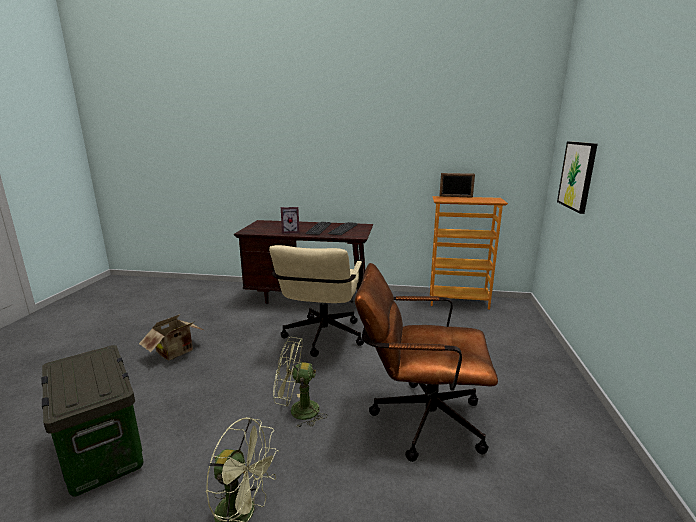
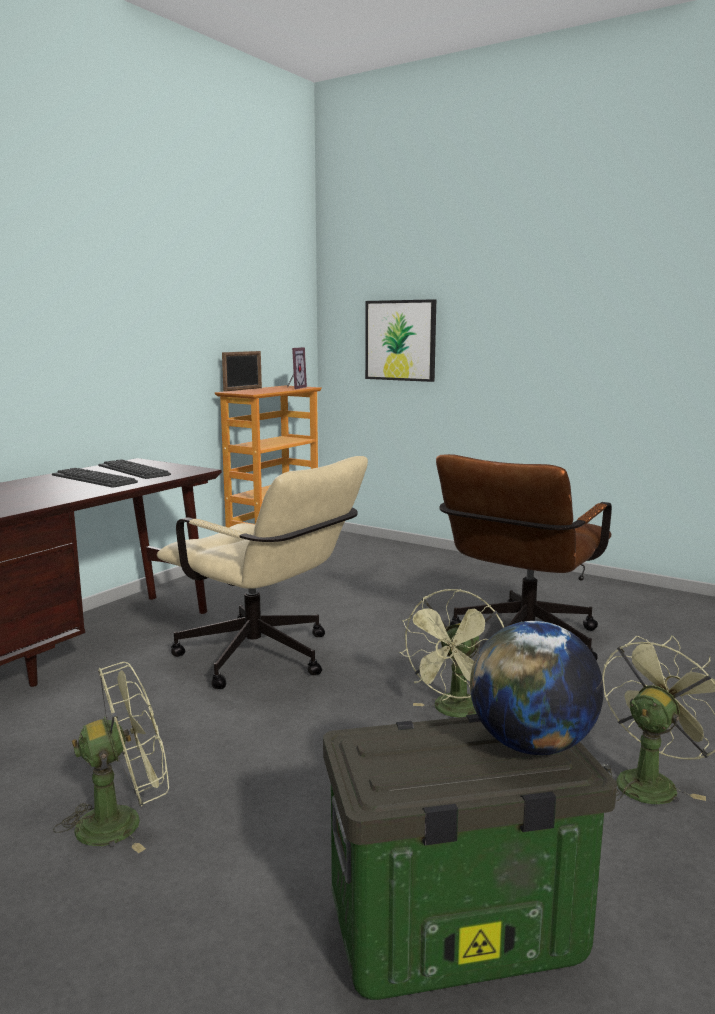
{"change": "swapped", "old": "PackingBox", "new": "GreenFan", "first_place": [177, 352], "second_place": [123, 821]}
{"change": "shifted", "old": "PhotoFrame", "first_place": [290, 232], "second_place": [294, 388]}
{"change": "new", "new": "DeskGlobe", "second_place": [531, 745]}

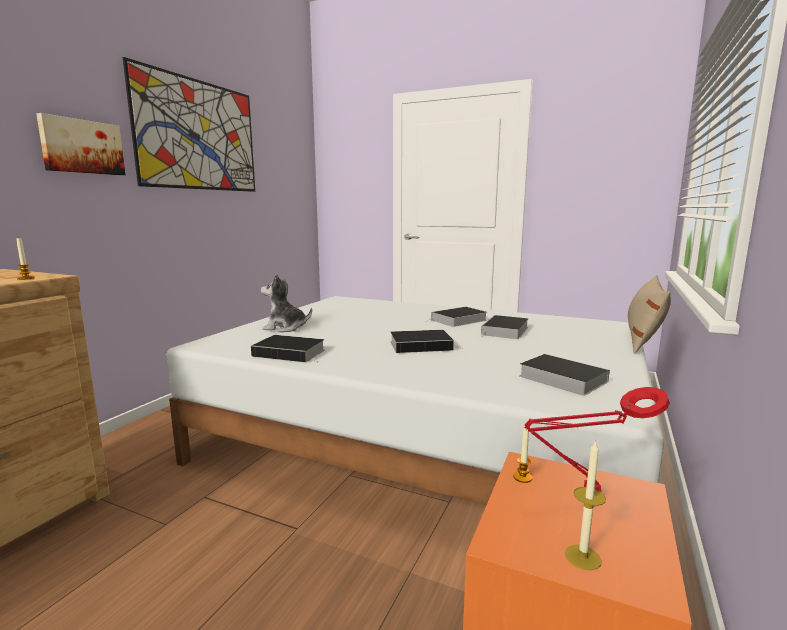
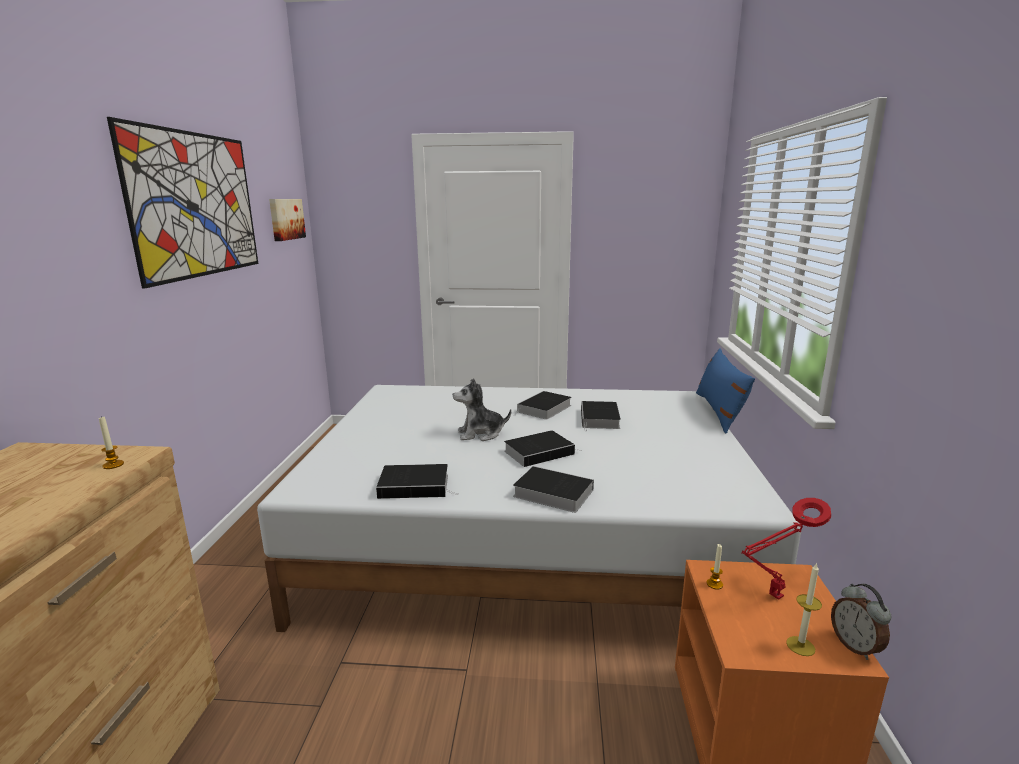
{"change": "shifted", "old": "Picture", "first_place": [82, 147], "second_place": [285, 219]}
{"change": "shifted", "old": "SoftToy", "first_place": [285, 328], "second_place": [480, 434]}
{"change": "shifted", "old": "BoundBook", "first_place": [559, 378], "second_place": [550, 493]}
{"change": "repainted", "old": "SandColouredThrowPillow", "new": "BlueColouredThrowPillow", "first_place": [643, 338], "second_place": [719, 412]}
{"change": "new", "new": "TableClock", "second_place": [855, 646]}

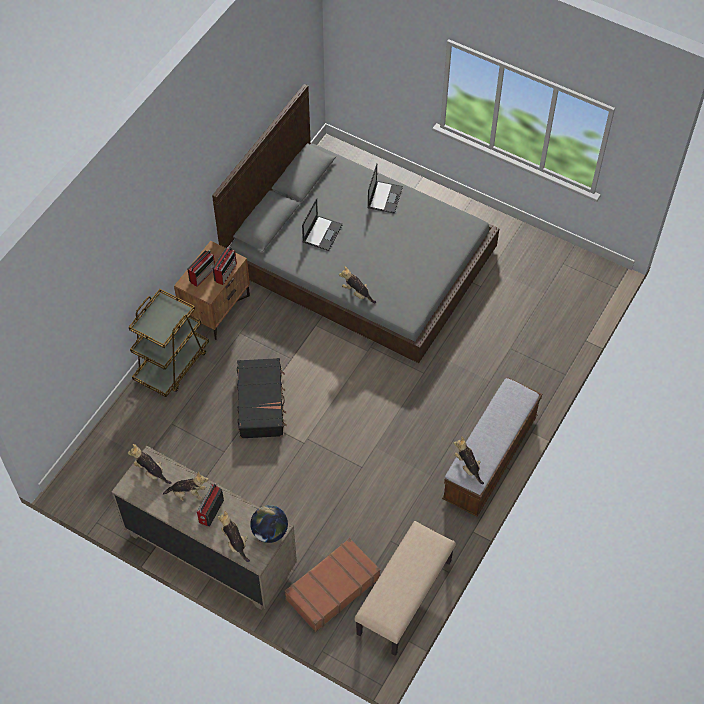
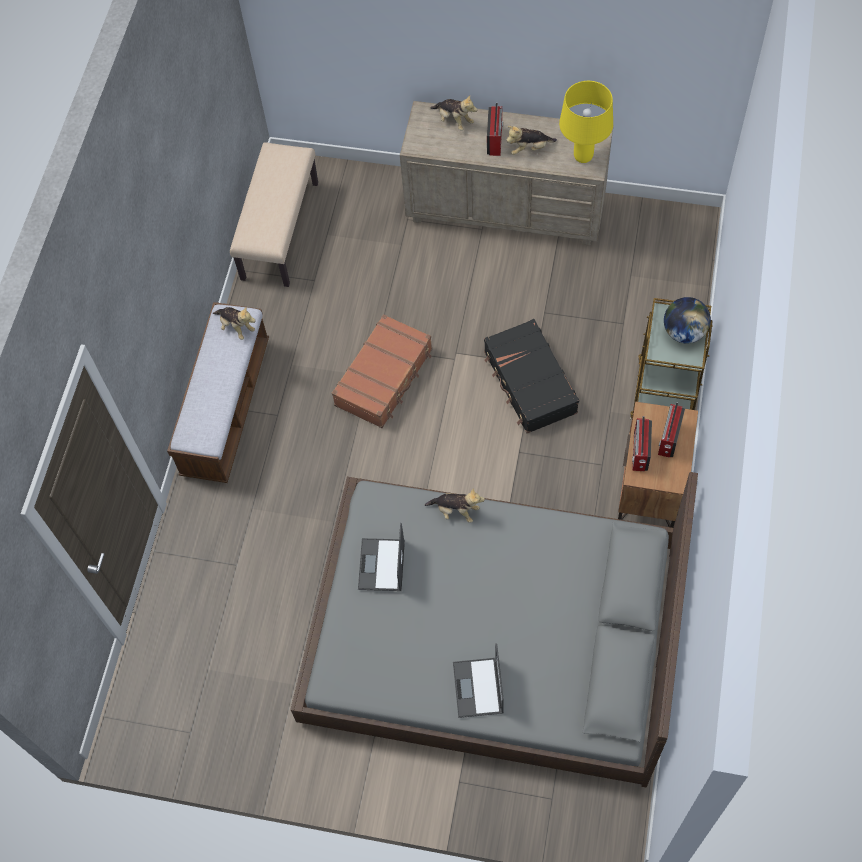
{"change": "swapped", "old": "SoftToy", "new": "YellowTabletopLamp", "first_place": [151, 471], "second_place": [582, 157]}
{"change": "shifted", "old": "DeskGlobe", "first_place": [270, 531], "second_place": [684, 332]}
{"change": "shifted", "old": "BrownishPieceOfLuggage", "first_place": [332, 588], "second_place": [384, 377]}
{"change": "shifted", "old": "PortableComputer", "first_place": [322, 233], "second_place": [381, 566]}

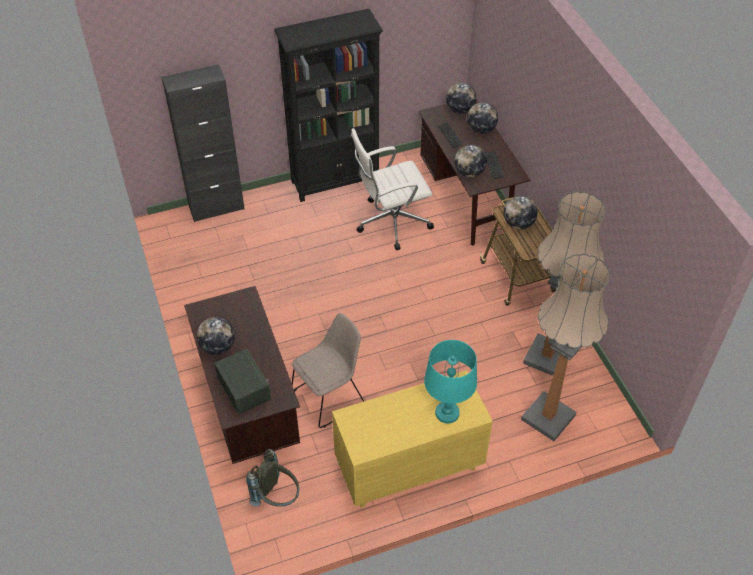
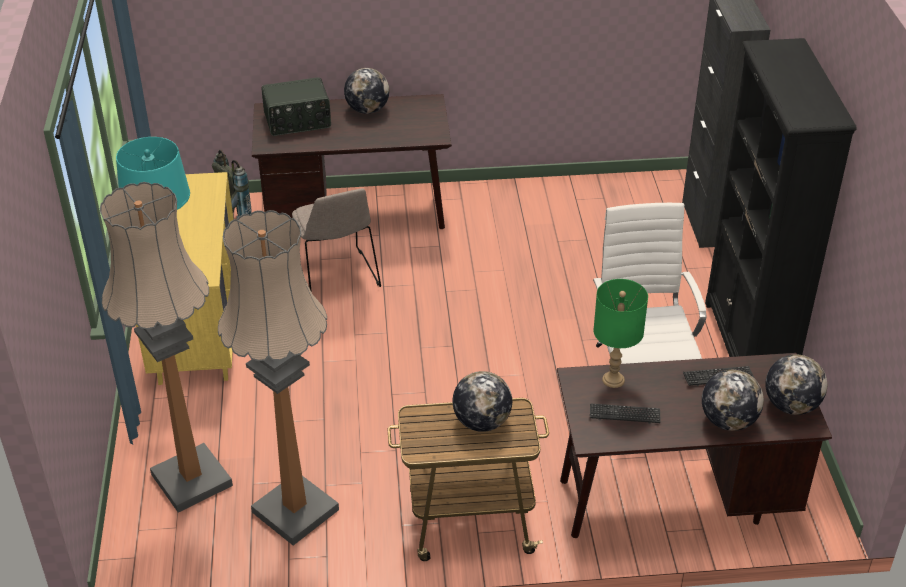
{"change": "swapped", "old": "DeskGlobe", "new": "GreenTabletopLamp", "first_place": [469, 173], "second_place": [613, 379]}

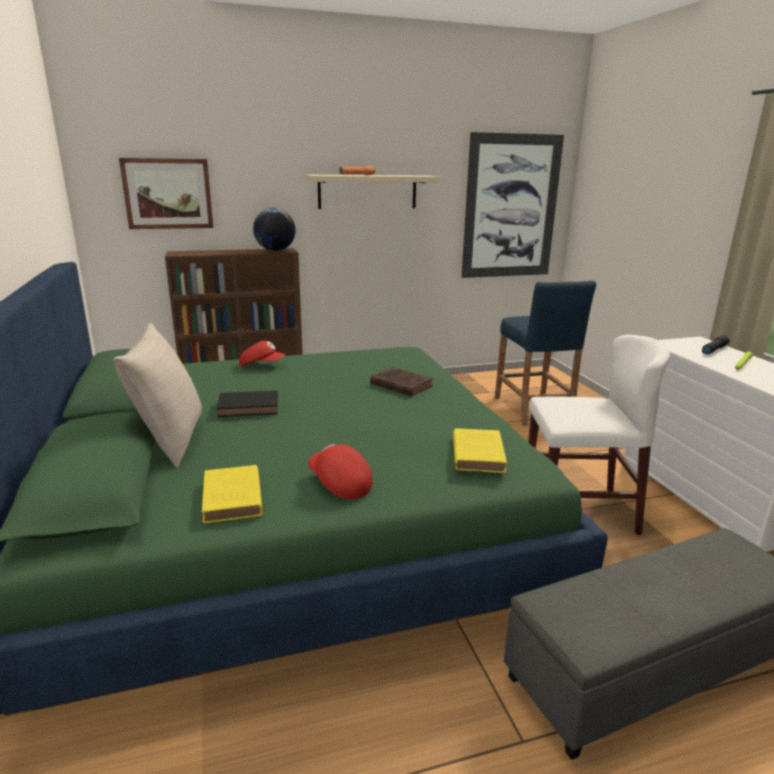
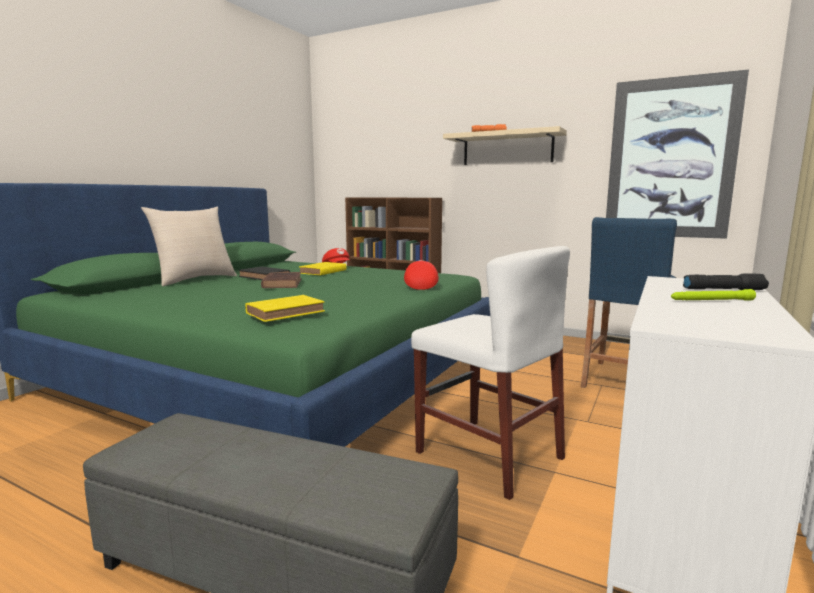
{"change": "gone", "old": "Picture", "first_place": [168, 193]}
{"change": "shifted", "old": "YellowBoundBook", "first_place": [232, 499], "second_place": [322, 272]}
{"change": "gone", "old": "DeskGlobe", "first_place": [275, 250]}
{"change": "shifted", "old": "ReddishBaseballCap", "first_place": [339, 484], "second_place": [420, 286]}
{"change": "shifted", "old": "BrownishBoundBook", "first_place": [400, 385], "second_place": [282, 283]}

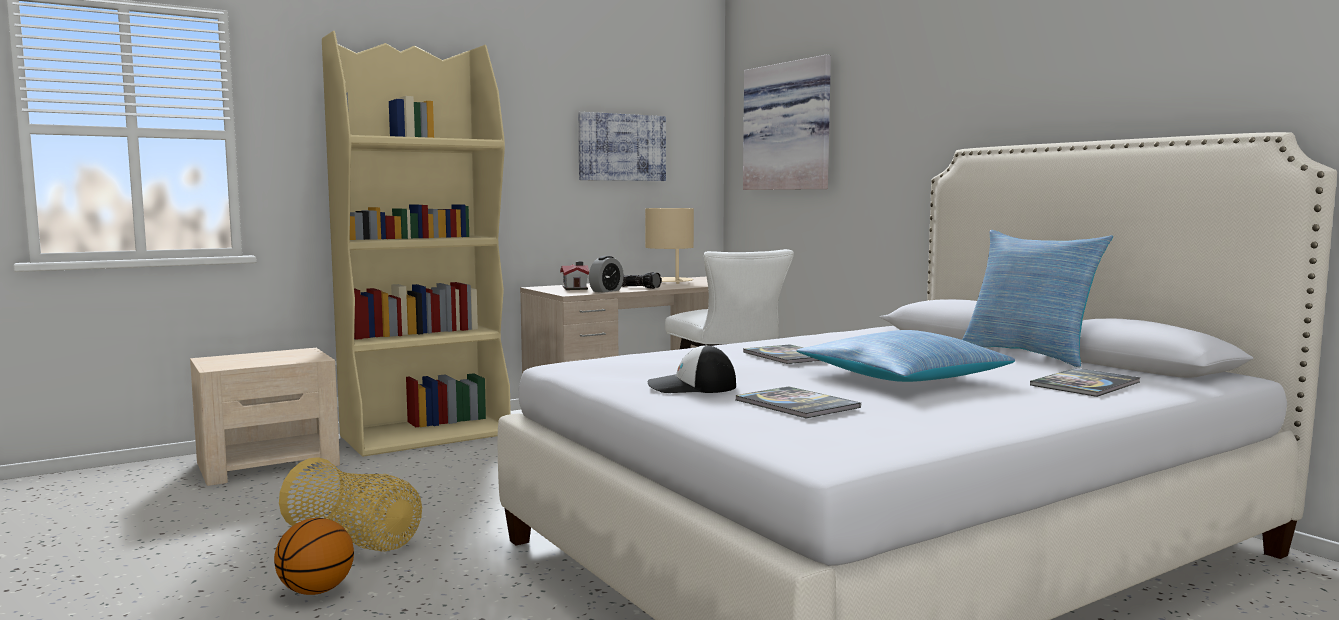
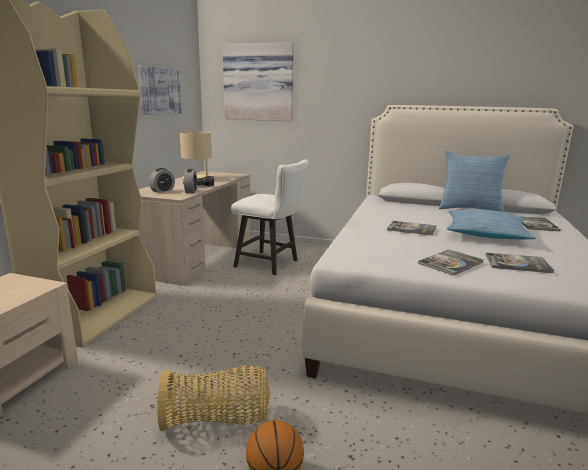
{"change": "swapped", "old": "ModelHouse", "new": "TableClock", "first_place": [576, 288], "second_place": [162, 191]}
{"change": "swapped", "old": "BaseballCap", "new": "BoundBook", "first_place": [691, 387], "second_place": [450, 263]}

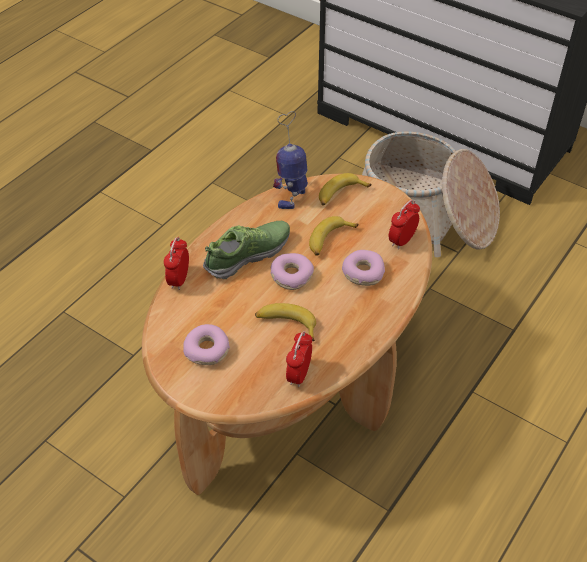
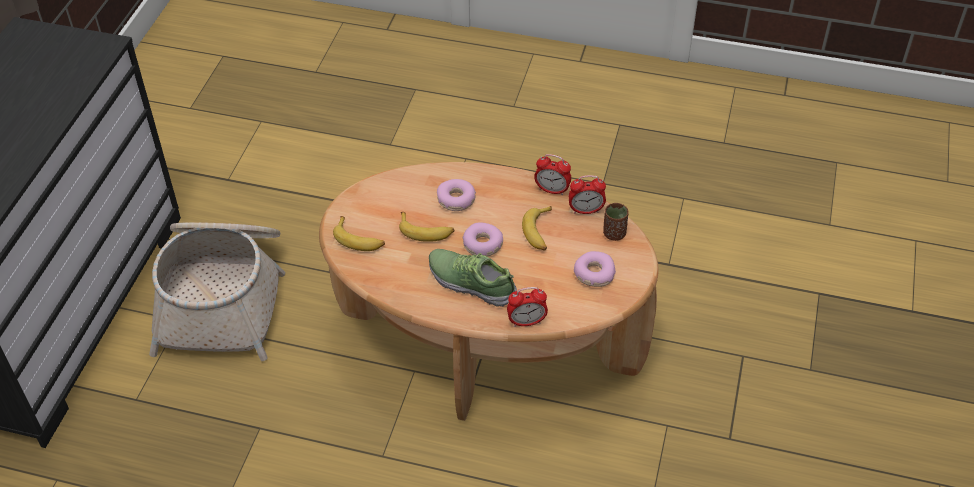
{"change": "gone", "old": "ModelRobot", "first_place": [292, 196]}
{"change": "shifted", "old": "TableClock", "first_place": [402, 240], "second_place": [552, 190]}
{"change": "new", "new": "BrownishDrinkingCup", "second_place": [614, 233]}

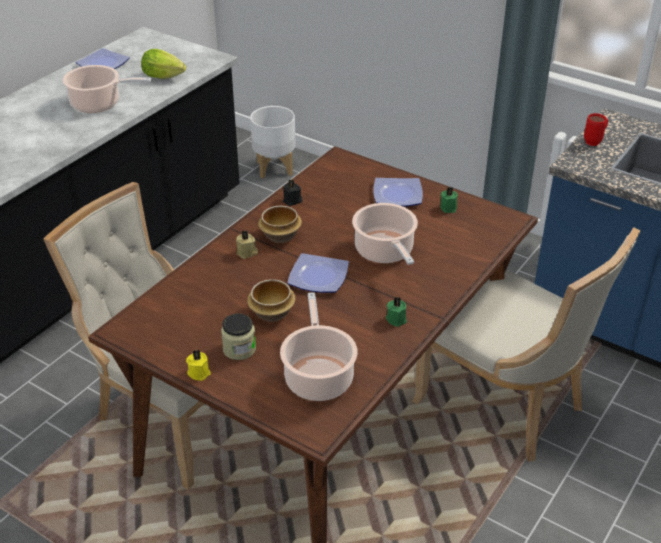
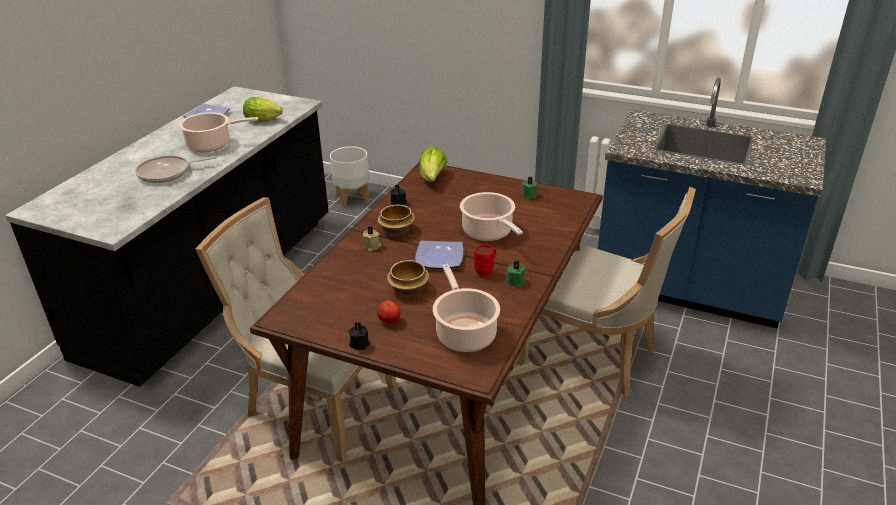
{"change": "repainted", "old": "YellowWaxLight", "new": "BlackWaxLight", "first_place": [199, 372], "second_place": [359, 343]}
{"change": "swapped", "old": "StorageJar", "new": "FreshTomato", "first_place": [239, 349], "second_place": [389, 321]}
{"change": "gone", "old": "FlatDish", "first_place": [396, 195]}
{"change": "shifted", "old": "ReddishTeaMug", "first_place": [595, 141], "second_place": [486, 271]}
{"change": "new", "new": "Skillet", "second_place": [168, 173]}
{"change": "new", "new": "Lettuce", "second_place": [432, 178]}

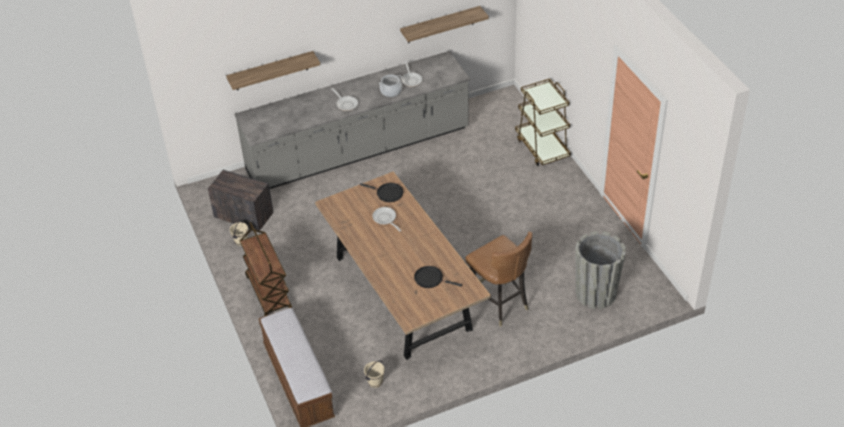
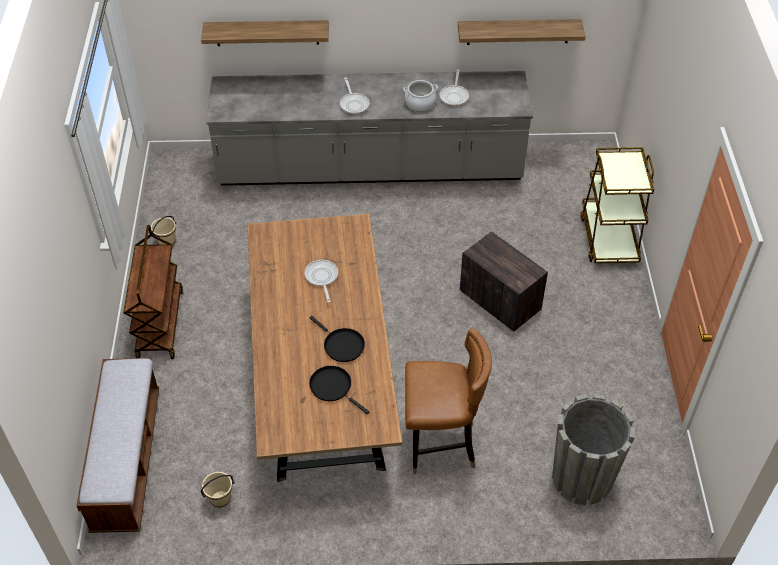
{"change": "shifted", "old": "ShippingCrate", "first_place": [242, 214], "second_place": [499, 299]}
{"change": "shifted", "old": "BlackSkillet", "first_place": [388, 193], "second_place": [341, 345]}
{"change": "rotated", "old": "BrownishPlainChair", "first_place": [499, 304], "second_place": [440, 445], "degrees": -75}

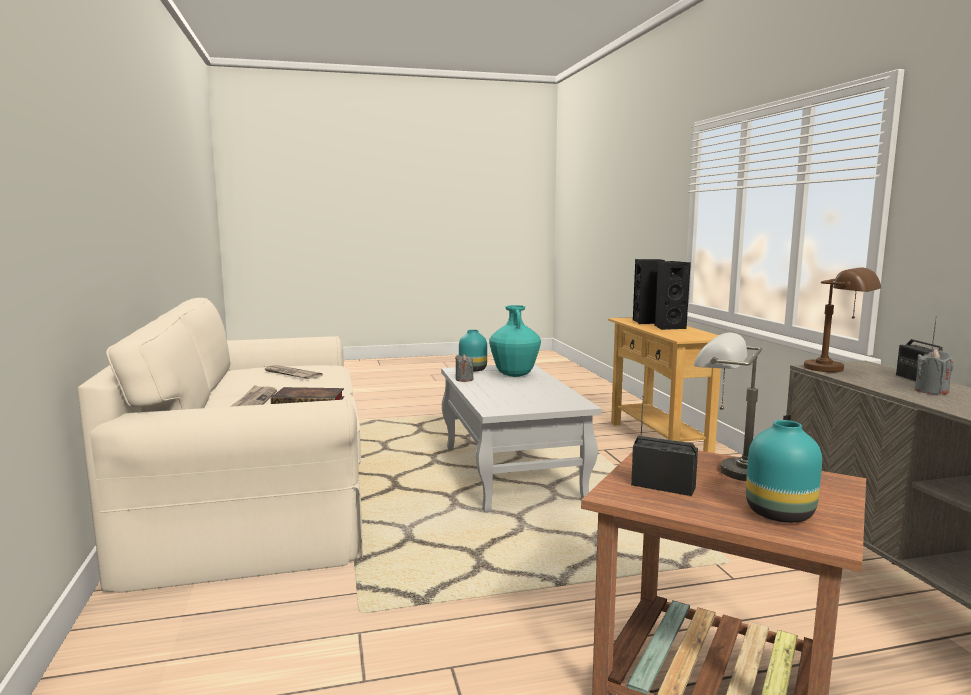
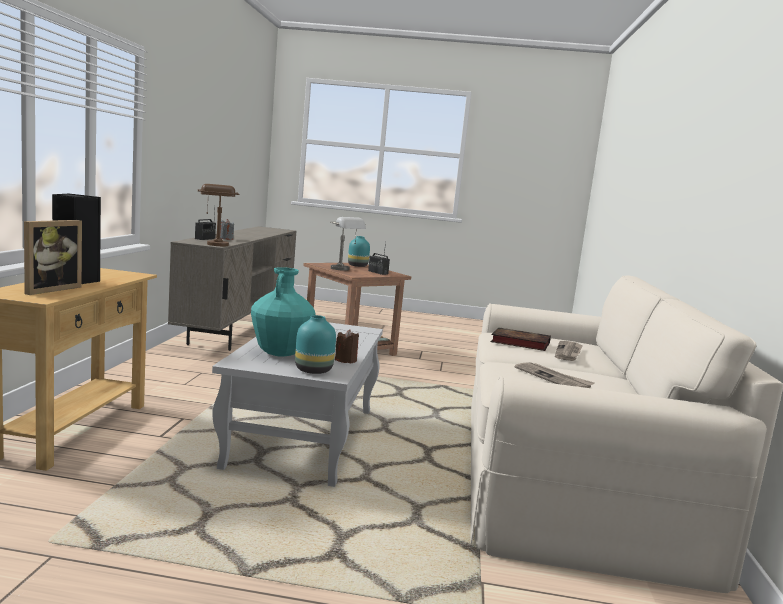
{"change": "repainted", "old": "GreyishWaxLight", "new": "BrownishWaxLight", "first_place": [464, 379], "second_place": [346, 360]}
{"change": "swapped", "old": "BlackAudioSpeaker", "new": "PhotoFrame", "first_place": [647, 322], "second_place": [48, 289]}

